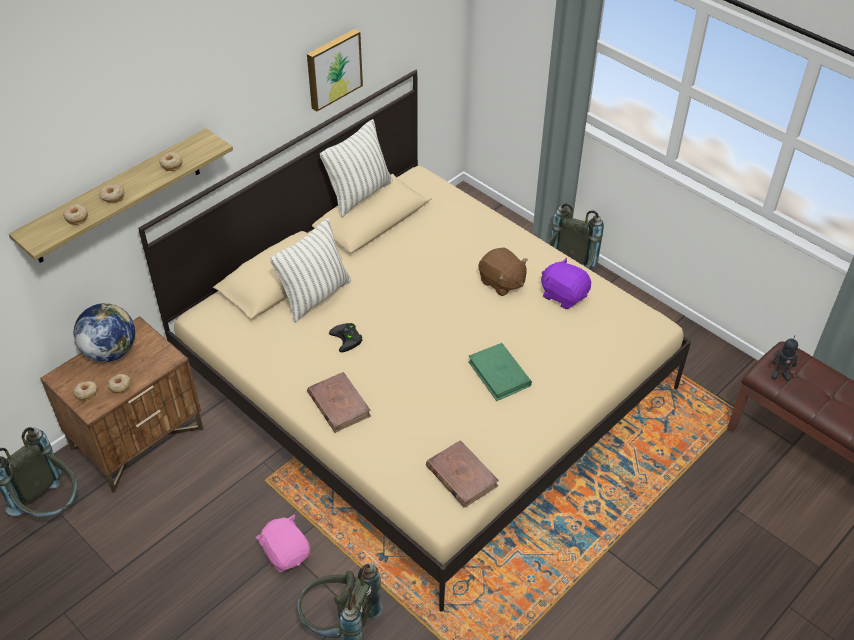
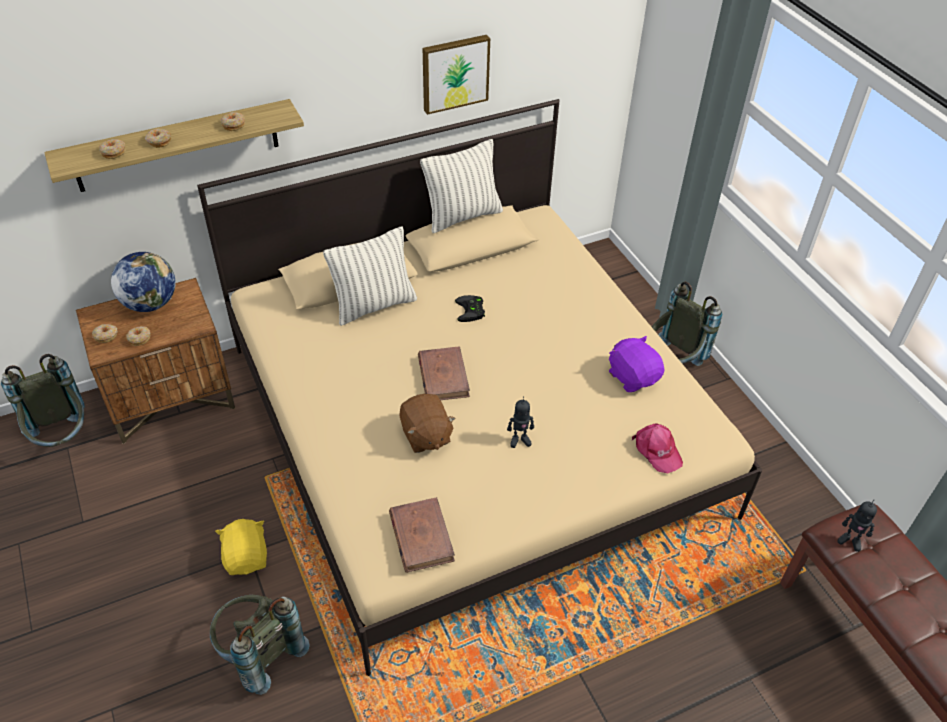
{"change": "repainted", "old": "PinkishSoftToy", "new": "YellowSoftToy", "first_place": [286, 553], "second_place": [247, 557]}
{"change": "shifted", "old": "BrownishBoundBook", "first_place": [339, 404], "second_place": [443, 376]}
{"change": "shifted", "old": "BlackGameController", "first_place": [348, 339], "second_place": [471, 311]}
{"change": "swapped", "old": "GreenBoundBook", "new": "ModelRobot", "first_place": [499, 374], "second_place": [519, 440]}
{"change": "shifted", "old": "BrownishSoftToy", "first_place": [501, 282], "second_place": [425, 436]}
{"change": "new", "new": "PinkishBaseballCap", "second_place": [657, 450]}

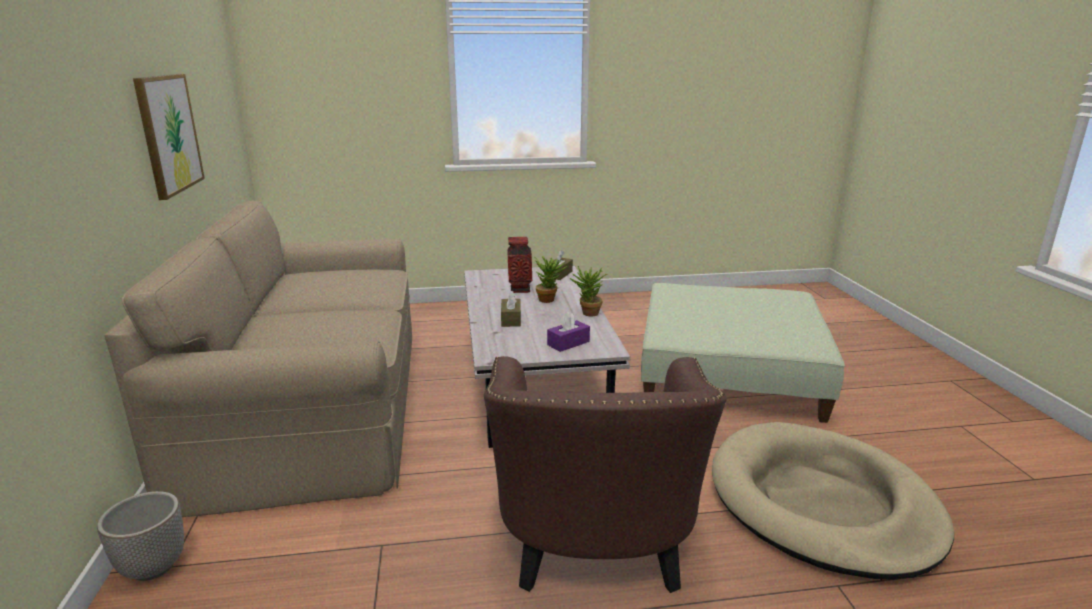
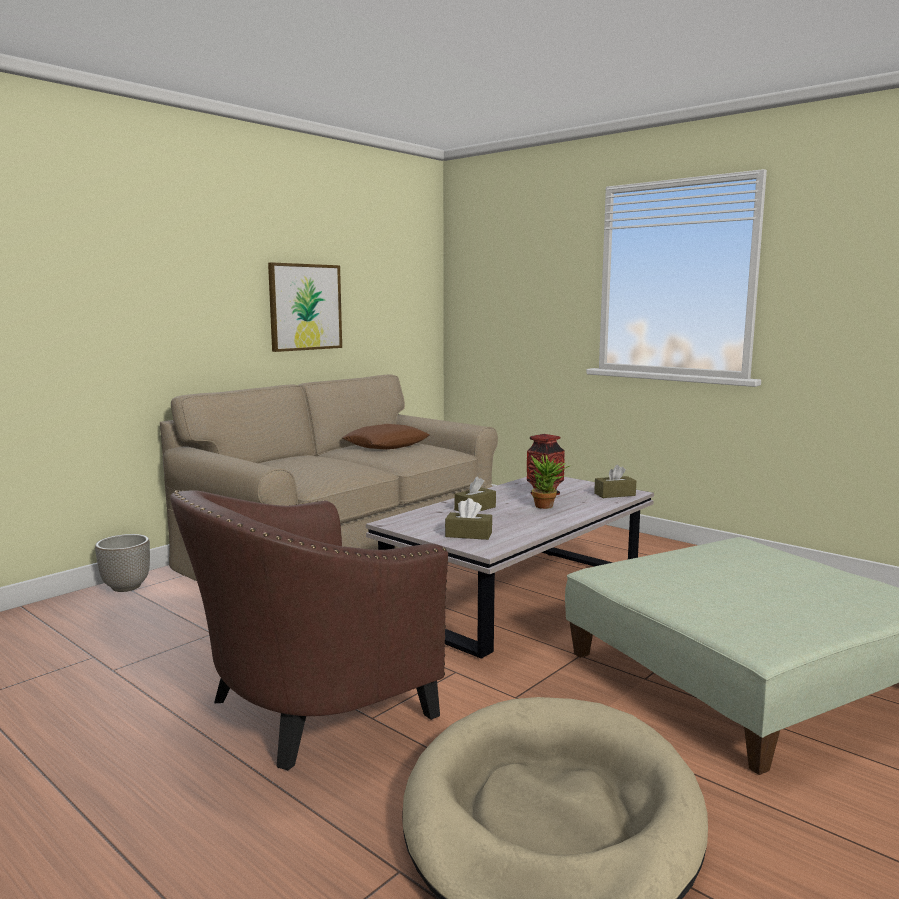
{"change": "repainted", "old": "PurpleBoxOfTissues", "new": "BrownishBoxOfTissues", "first_place": [568, 343], "second_place": [468, 535]}
{"change": "gone", "old": "Houseplant", "first_place": [587, 314]}
{"change": "new", "new": "BrownishThrowPillow", "second_place": [386, 445]}

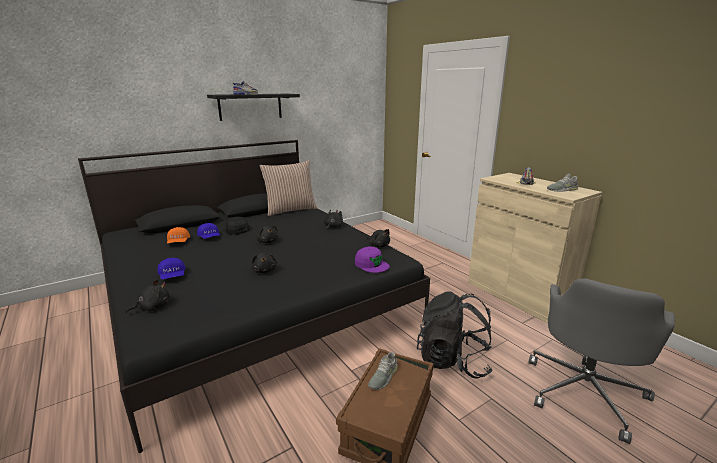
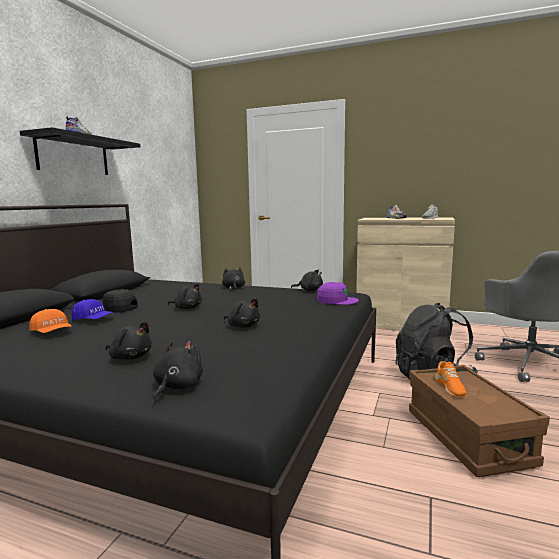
{"change": "swapped", "old": "BlueColouredBaseballCap", "new": "BlackSoftToy", "first_place": [172, 276], "second_place": [130, 357]}
{"change": "gone", "old": "ThrowPillow", "first_place": [290, 210]}
{"change": "repainted", "old": "GreyishShoe", "new": "OrangeColouredShoe", "first_place": [383, 377], "second_place": [449, 387]}

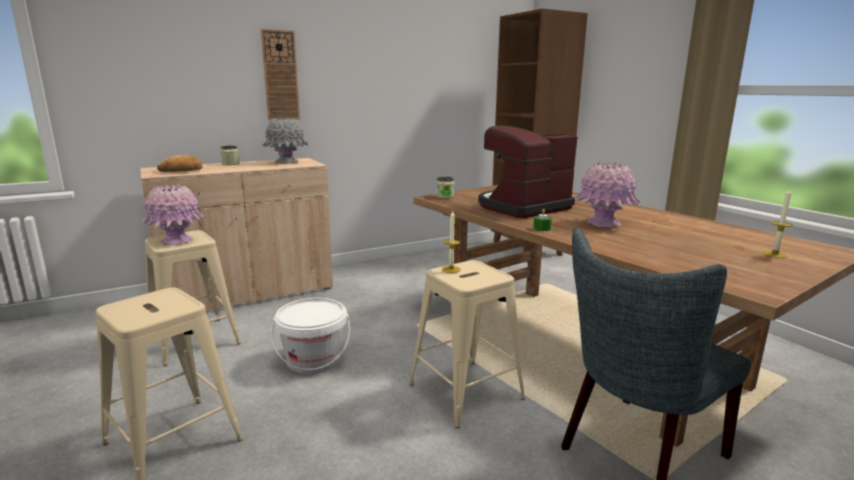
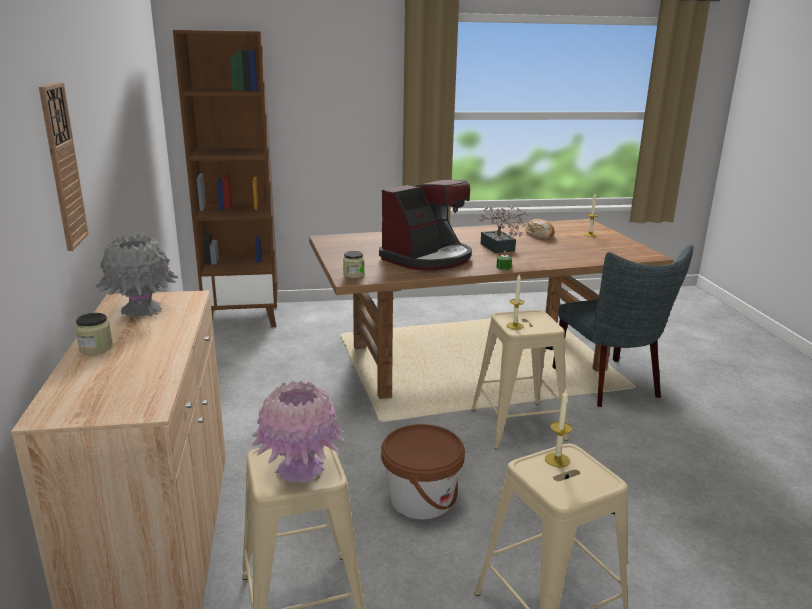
{"change": "shifted", "old": "BakedBread", "first_place": [181, 171], "second_place": [540, 235]}
{"change": "repainted", "old": "WhitishPail", "new": "BrownishPail", "first_place": [314, 360], "second_place": [421, 499]}
{"change": "rotated", "old": "CoffeeMaker", "first_place": [522, 207], "second_place": [427, 258], "degrees": -120}
{"change": "swapped", "old": "PinkishFlowerVase", "new": "Houseplant", "first_place": [603, 223], "second_place": [499, 249]}
{"change": "new", "new": "WaxLight", "second_place": [557, 460]}

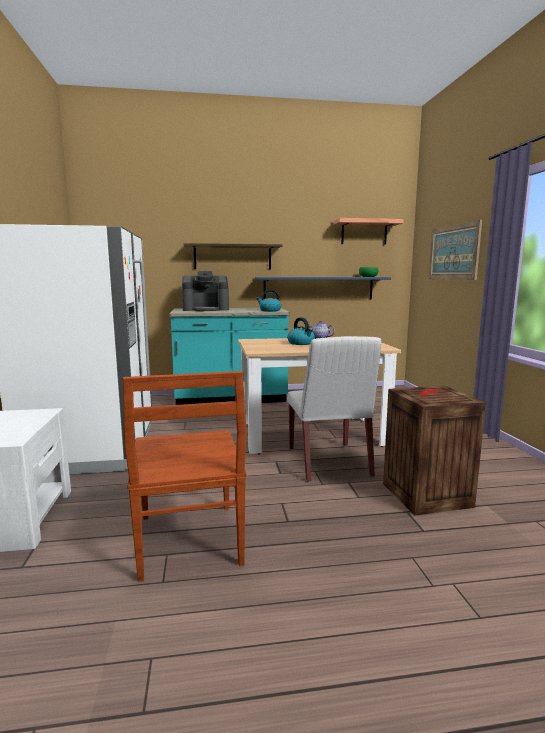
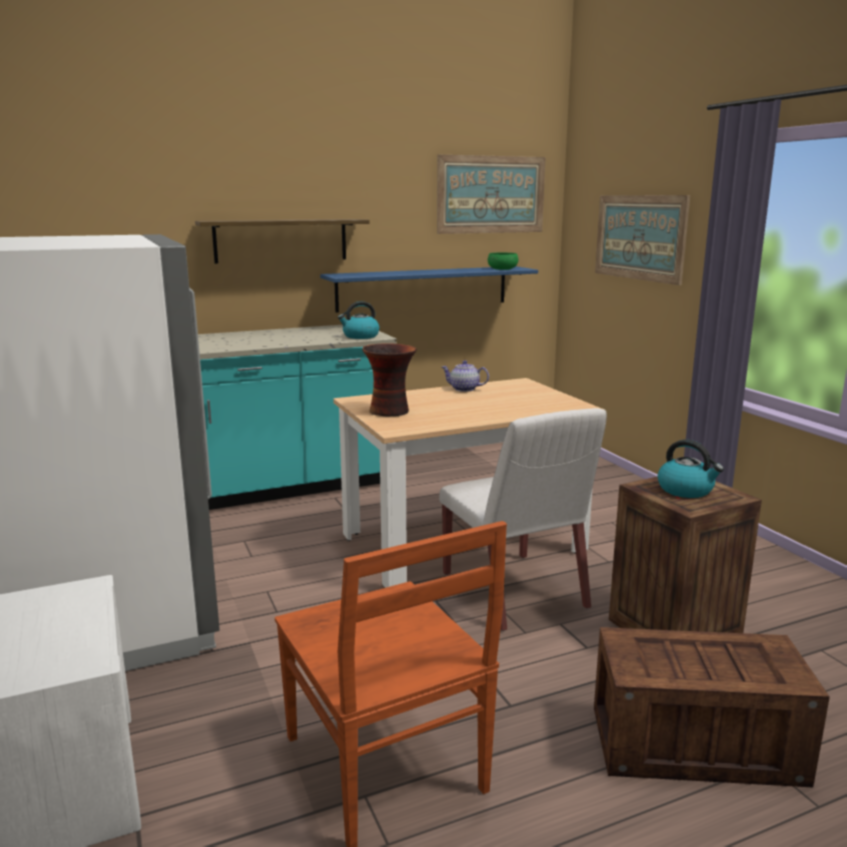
{"change": "gone", "old": "CoffeeMaker", "first_place": [206, 309]}
{"change": "shifted", "old": "Kettle", "first_place": [301, 343], "second_place": [686, 490]}
{"change": "swapped", "old": "WallShelf", "new": "Picture", "first_place": [364, 232], "second_place": [491, 194]}
{"change": "new", "new": "FlowerVase", "second_place": [391, 411]}
{"change": "new", "new": "ShippingCrate", "second_place": [698, 744]}

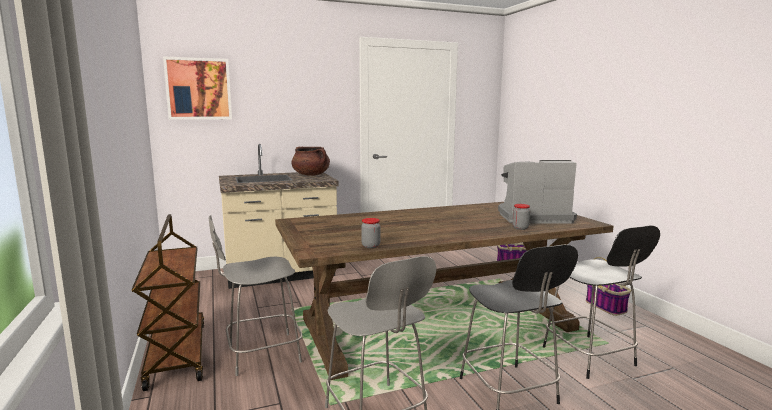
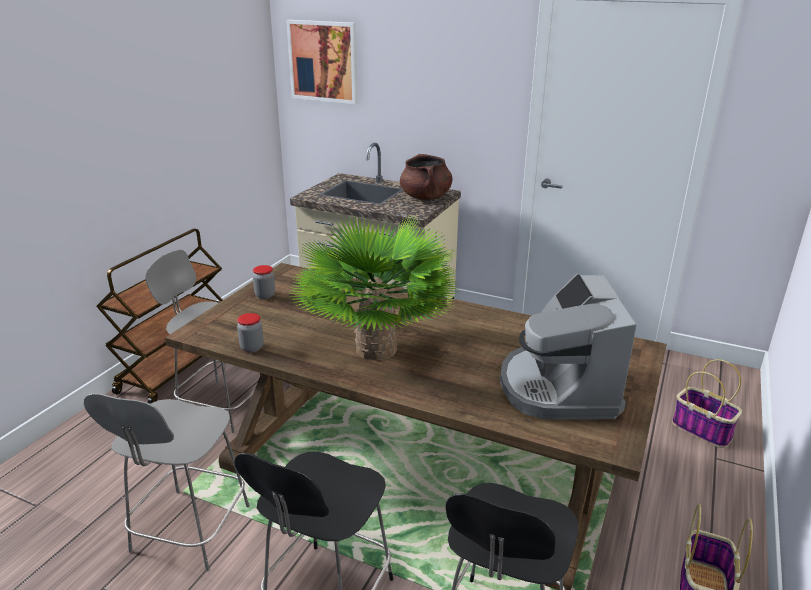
{"change": "rotated", "old": "CoffeeMaker", "first_place": [532, 217], "second_place": [558, 388], "degrees": -135}
{"change": "shifted", "old": "StorageJar", "first_place": [520, 228], "second_place": [265, 295]}
{"change": "new", "new": "Houseplant", "second_place": [376, 348]}

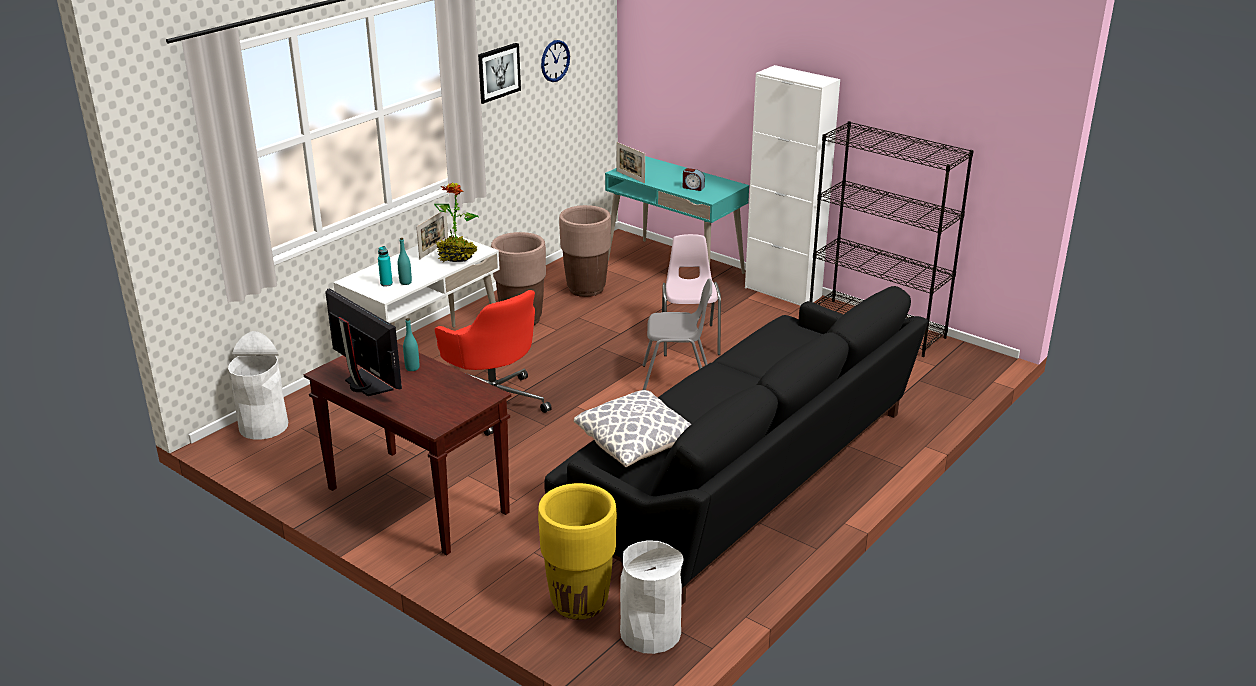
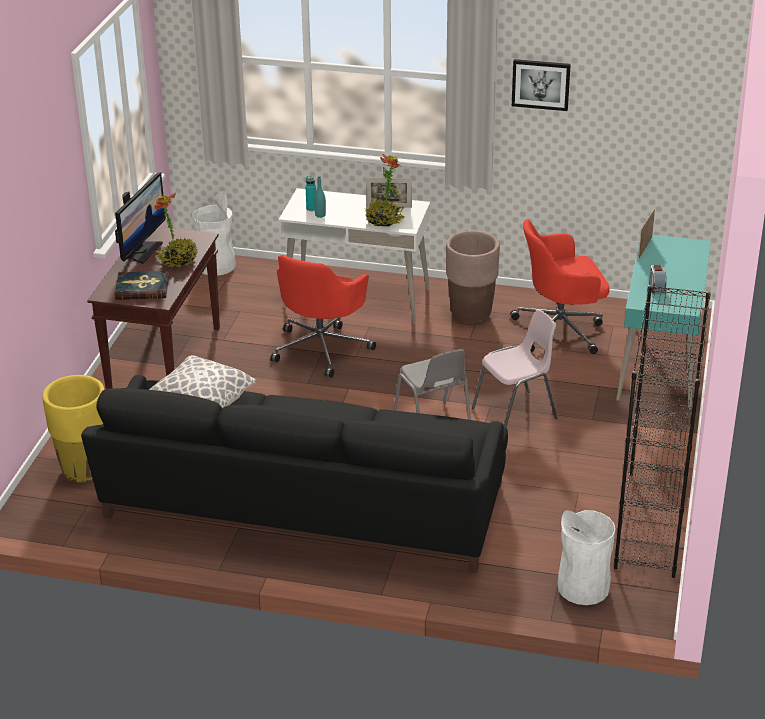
{"change": "swapped", "old": "BlueGreenDrinkBottle", "new": "Houseplant", "first_place": [412, 368], "second_place": [178, 260]}
{"change": "gone", "old": "ClockOnTheWall", "first_place": [555, 61]}
{"change": "swapped", "old": "BrownishPlantPot", "new": "ReddishComputerChair", "first_place": [586, 289], "second_place": [560, 330]}
{"change": "shifted", "old": "WhitishRubbishBin", "first_place": [650, 632], "second_place": [583, 587]}
{"change": "gone", "old": "WhitishStorageCabinet", "first_place": [783, 292]}
{"change": "new", "new": "BoundBook", "second_place": [142, 288]}

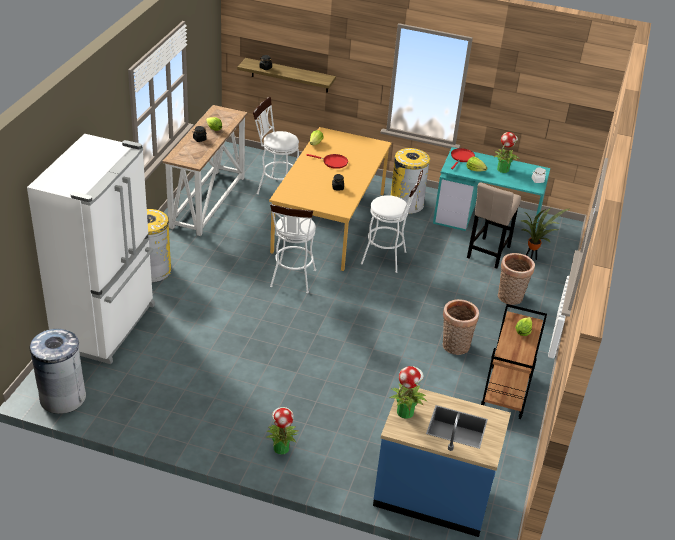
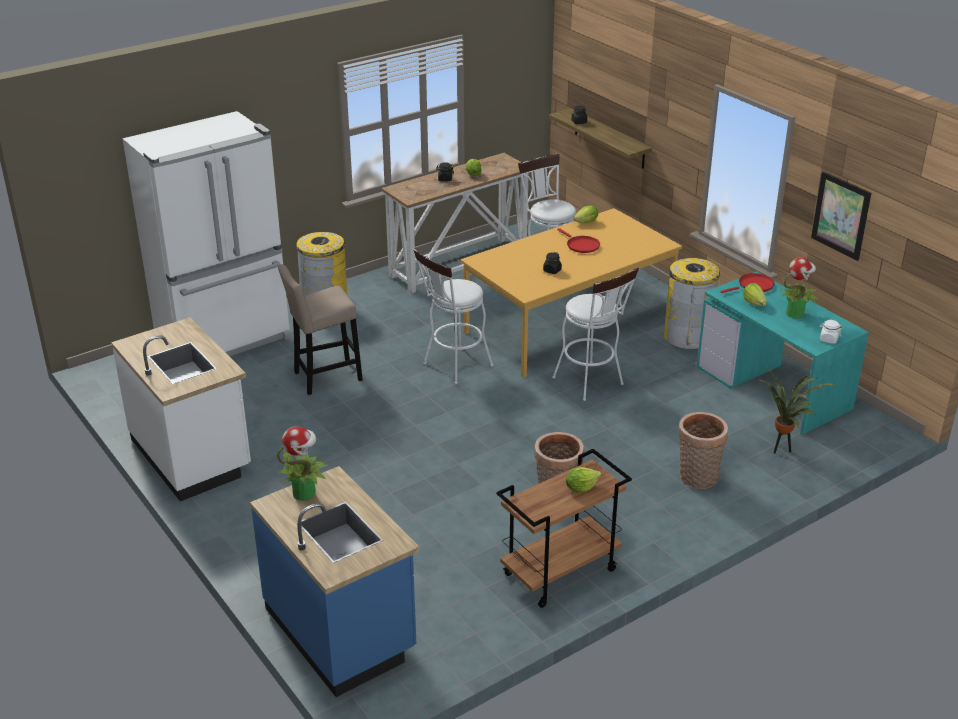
{"change": "gone", "old": "GreyishRubbishBin", "first_place": [62, 397]}
{"change": "gone", "old": "Houseplant", "first_place": [281, 448]}
{"change": "shifted", "old": "SandColouredSittingStool", "first_place": [487, 254], "second_place": [324, 378]}
{"change": "new", "new": "WhitishKitchenCounter", "second_place": [192, 455]}
{"change": "new", "new": "Picture", "second_place": [841, 215]}

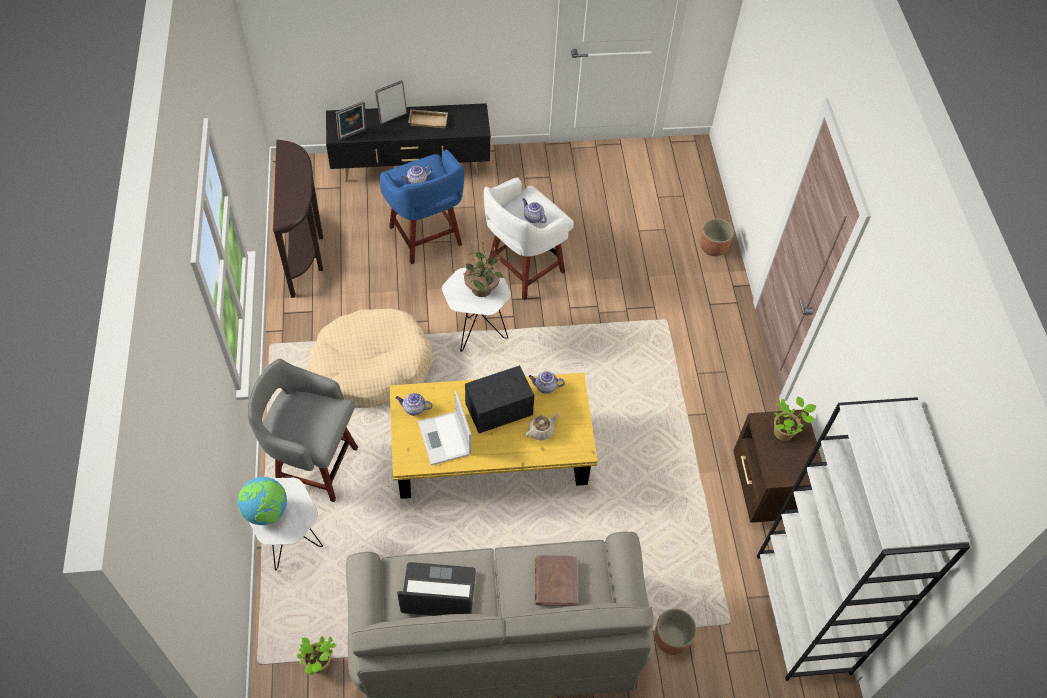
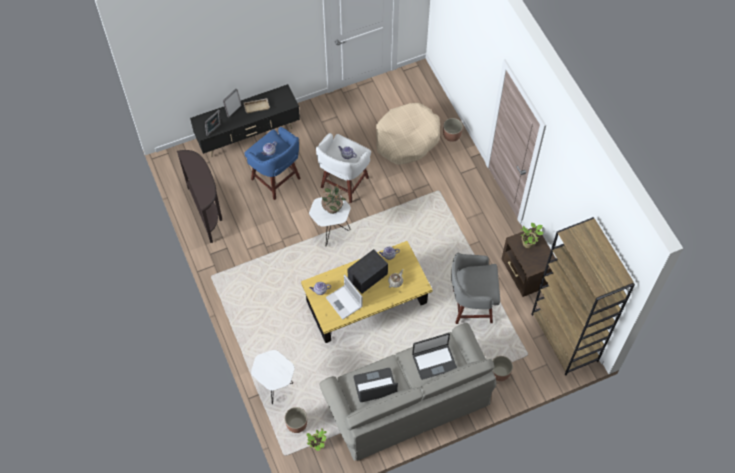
{"change": "gone", "old": "DeskGlobe", "first_place": [266, 511]}
{"change": "shifted", "old": "GreyishSittingStool", "first_place": [314, 465], "second_place": [470, 306]}
{"change": "shifted", "old": "SandColouredDogBed", "first_place": [371, 367], "second_place": [406, 139]}
{"change": "swapped", "old": "BrownishBoundBook", "new": "PortableComputer", "first_place": [555, 581], "second_place": [434, 361]}
{"change": "repainted", "old": "WhitishBookcase", "new": "BrownishBookcase", "first_place": [803, 614], "second_place": [565, 338]}
{"change": "new", "new": "PlantPot", "second_place": [296, 424]}

